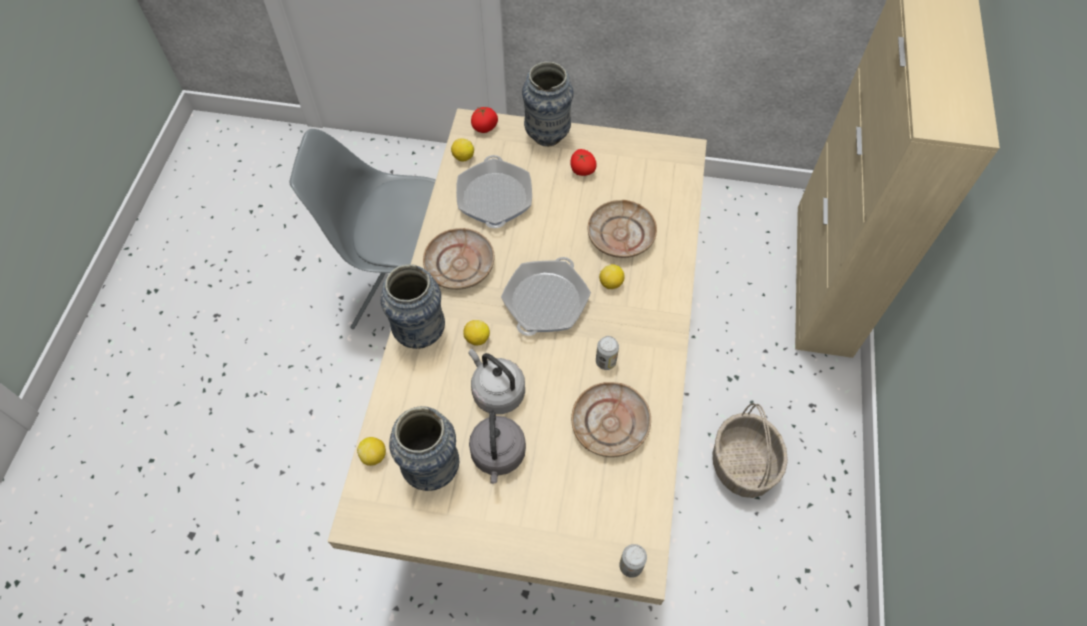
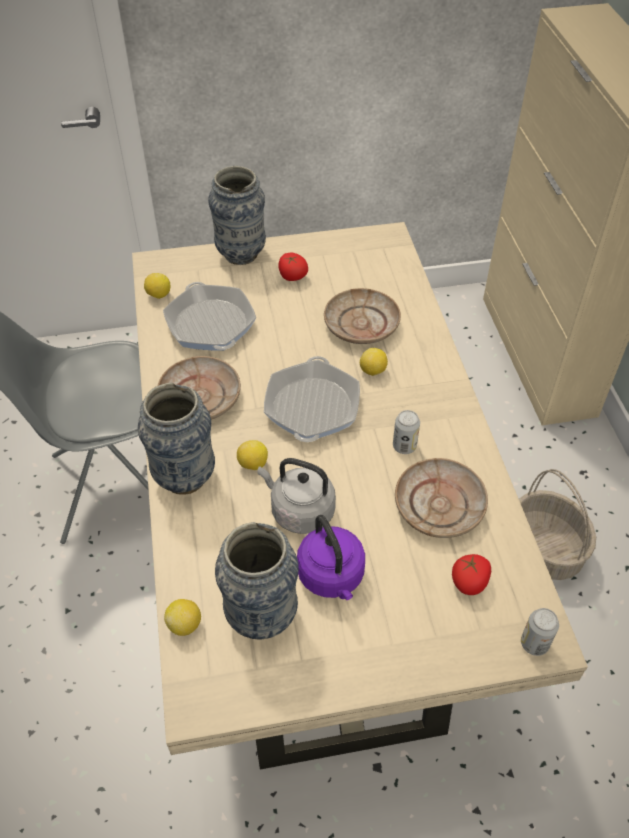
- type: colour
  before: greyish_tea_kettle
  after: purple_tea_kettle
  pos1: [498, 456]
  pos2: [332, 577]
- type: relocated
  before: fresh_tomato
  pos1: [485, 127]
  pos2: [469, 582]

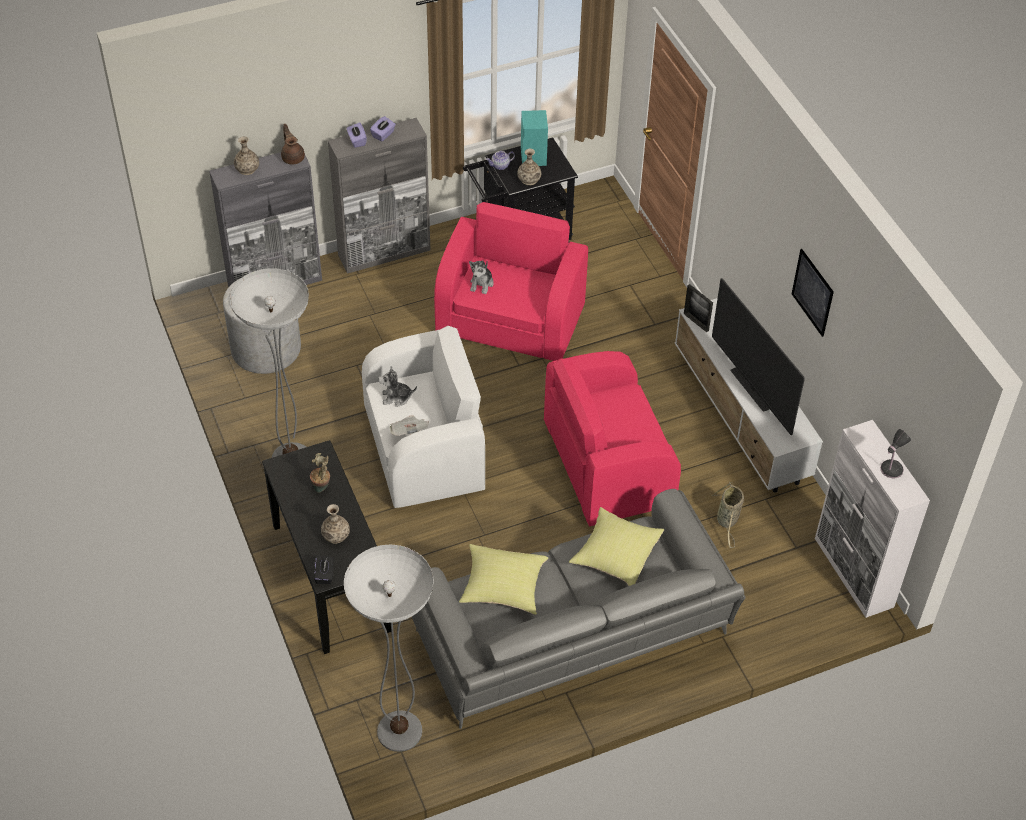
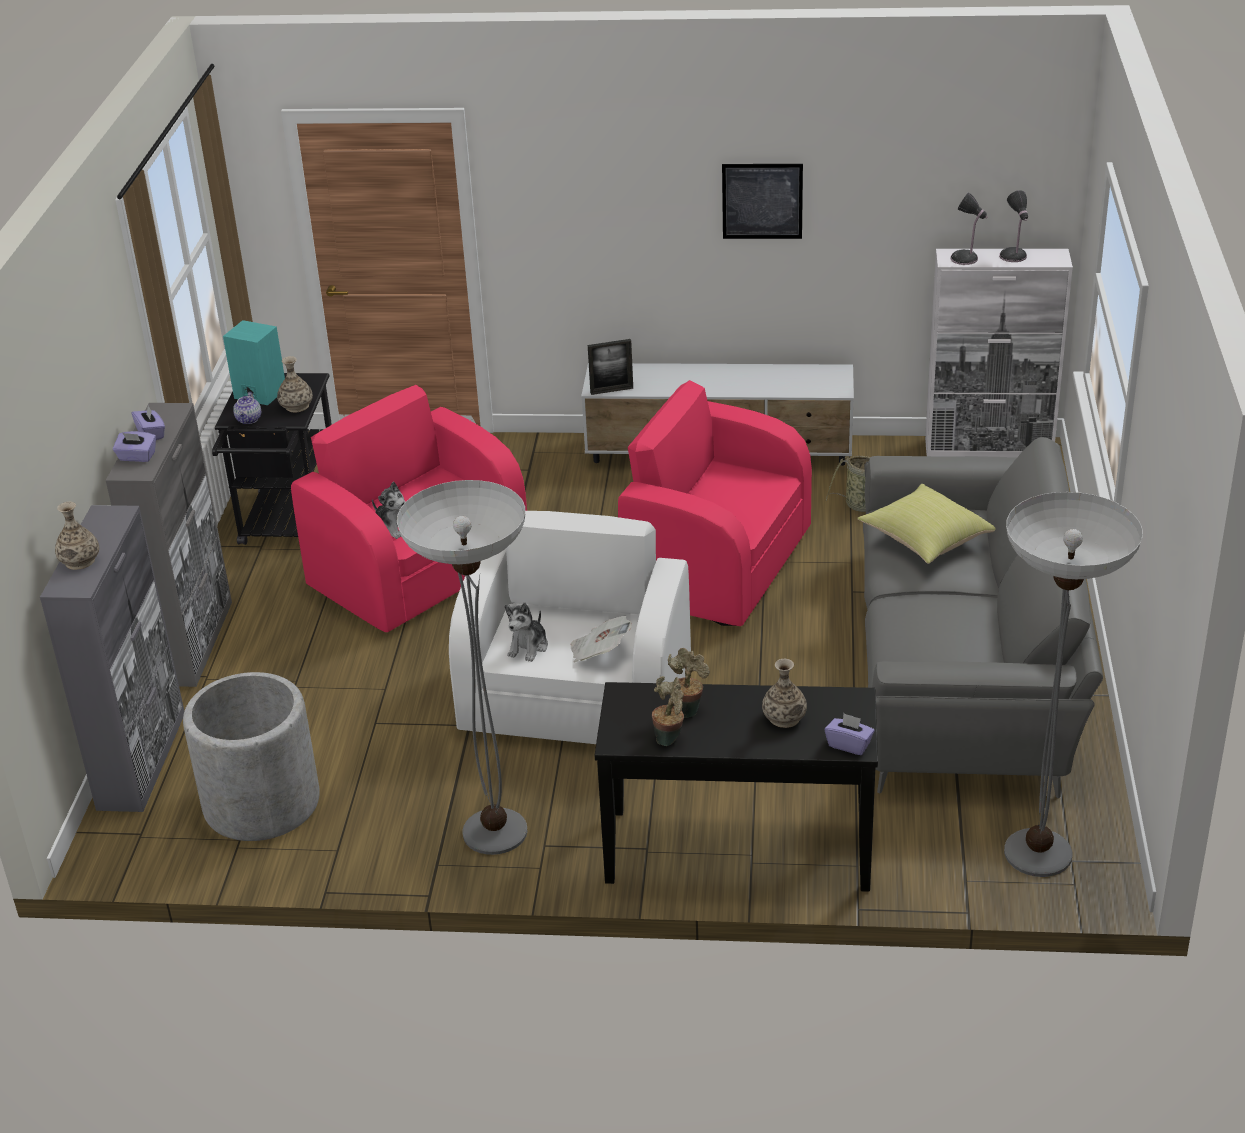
- type: spun
  before: pink_lounge_chair
  pos1: [606, 464]
  pos2: [717, 565]
  turn: 105
- type: appeared
  after: houseplant
  pos2: [670, 738]
- type: colour
  before: black-coloured_tissue_holder
  after: purple_tissue_holder
  pos1: [324, 575]
  pos2: [849, 745]
- type: appeared
  after: lamp_for_a_table
  pos2: [966, 259]
- type: missing
  before: brownish_teapot
  pos1: [293, 157]
- type: missing
  before: yellow-coloured_pillow
  pos1: [502, 588]
- type: missing
  before: TV
  pos1: [751, 389]

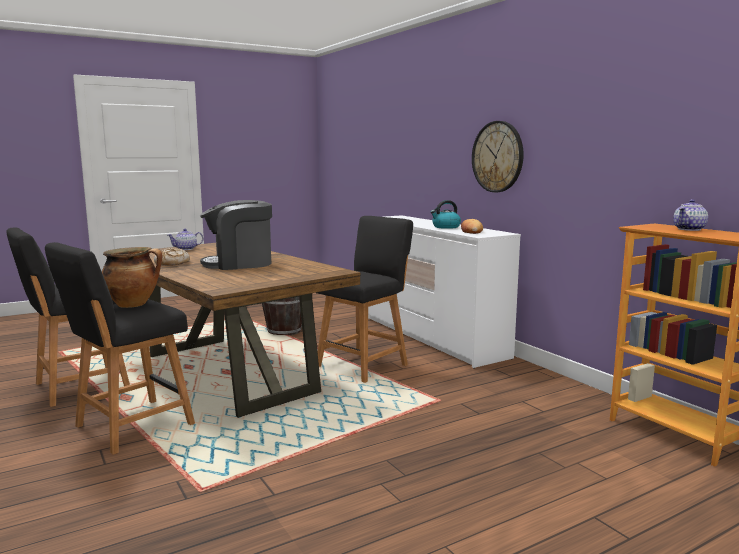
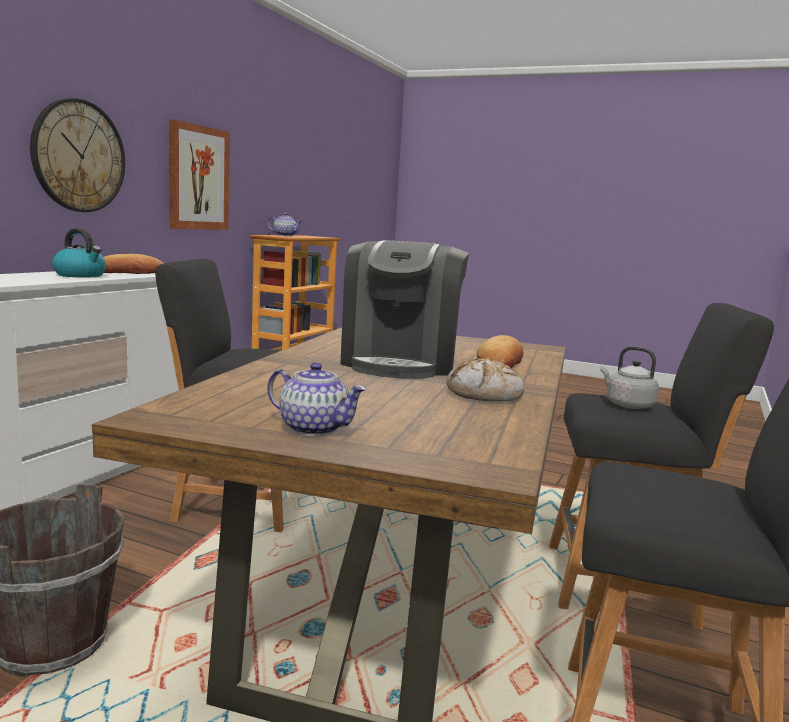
- type: appeared
  after: wall_picture
  pos2: [198, 178]
- type: spun
  before: coffee_brewer
  pos1: [239, 264]
  pos2: [400, 363]
  turn: 60
- type: appeared
  after: baked_bread
  pos2: [501, 362]
- type: exchanged
  before: stockpot
  after: greyish_tea_kettle
  pos1: [134, 304]
  pos2: [627, 405]

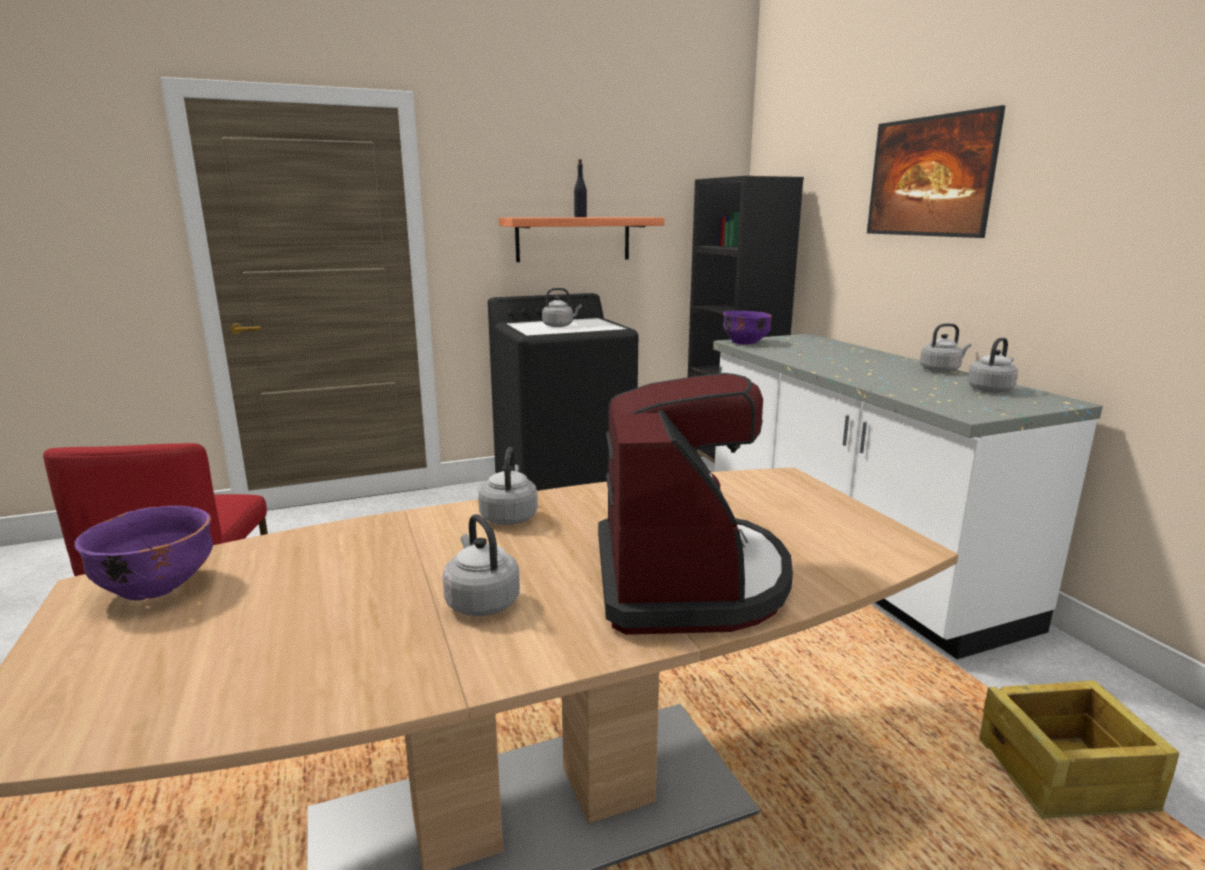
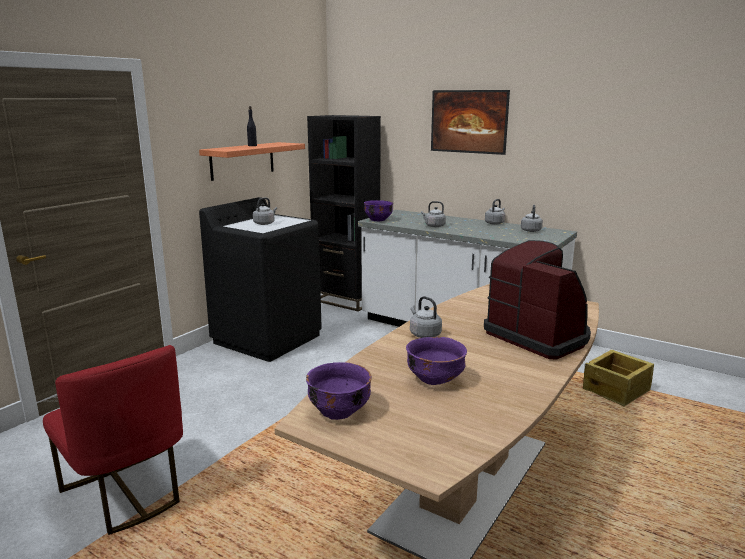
- type: appeared
  after: purple_serving_bowl
  pos2: [435, 379]
- type: relocated
  before: greyish_tea_kettle
  pos1: [481, 601]
  pos2: [434, 226]

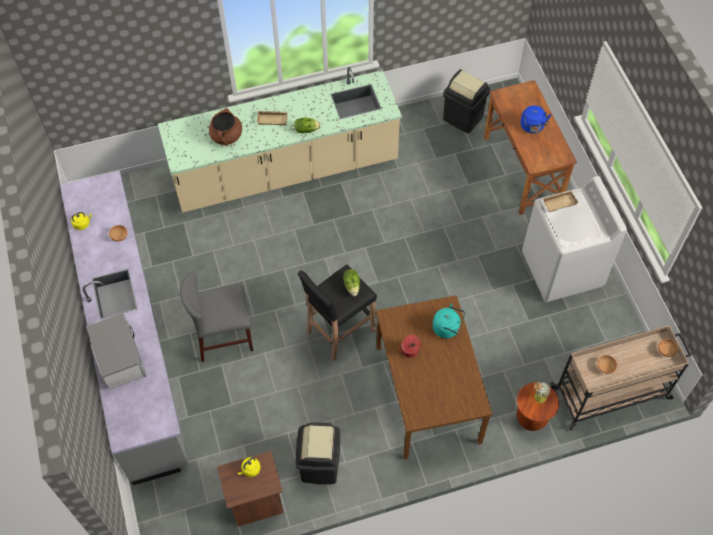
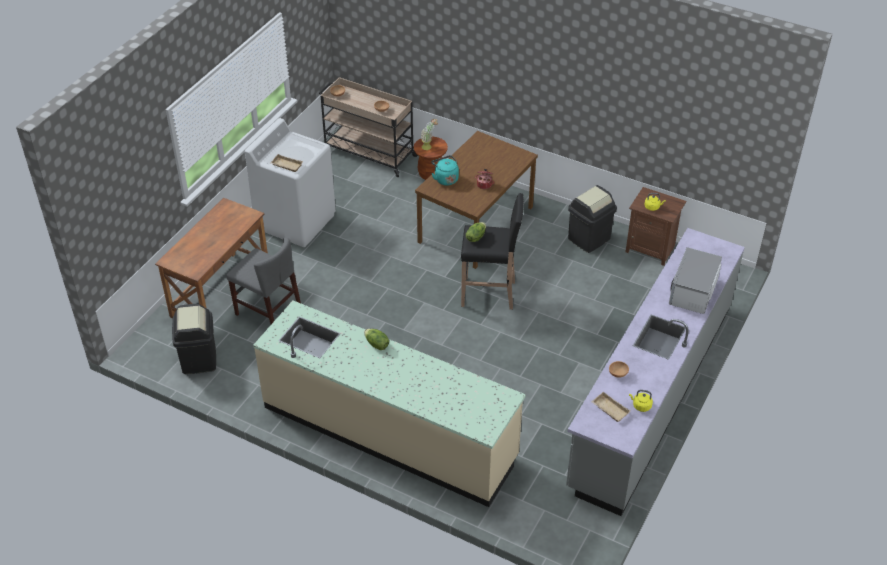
- type: relocated
  before: greyish_upright_chair
  pos1: [224, 336]
  pos2: [268, 311]
- type: relocated
  before: beige-coloured_serving_tray
  pos1: [273, 119]
  pos2: [609, 409]
- type: missing
  before: brownish_stockpot
  pos1: [227, 136]
- type: missing
  before: blue-coloured_tea_kettle
  pos1: [532, 127]

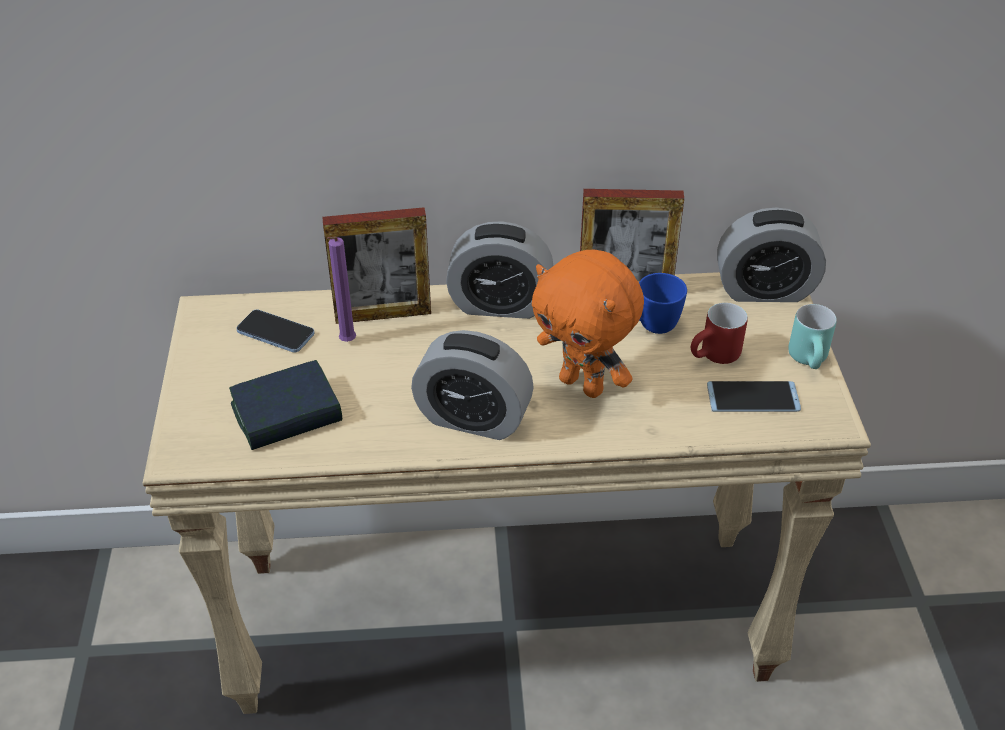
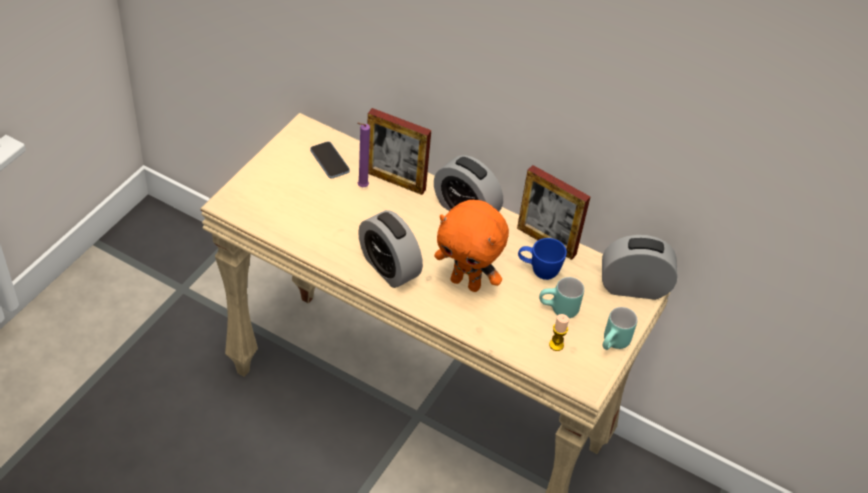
- type: spun
  before: orangey_cuddly_toy
  pos1: [583, 385]
  pos2: [466, 283]
  turn: -45
- type: colour
  before: red_mug
  after: turquoise_mug
  pos1: [715, 358]
  pos2: [558, 310]
- type: exchanged
  before: phone
  after: wax_light
  pos1: [753, 397]
  pos2: [556, 345]
- type: spun
  before: alarm_clock
  pos1: [764, 290]
  pos2: [633, 287]
  turn: 150
- type: missing
  before: volume
  pos1: [287, 414]

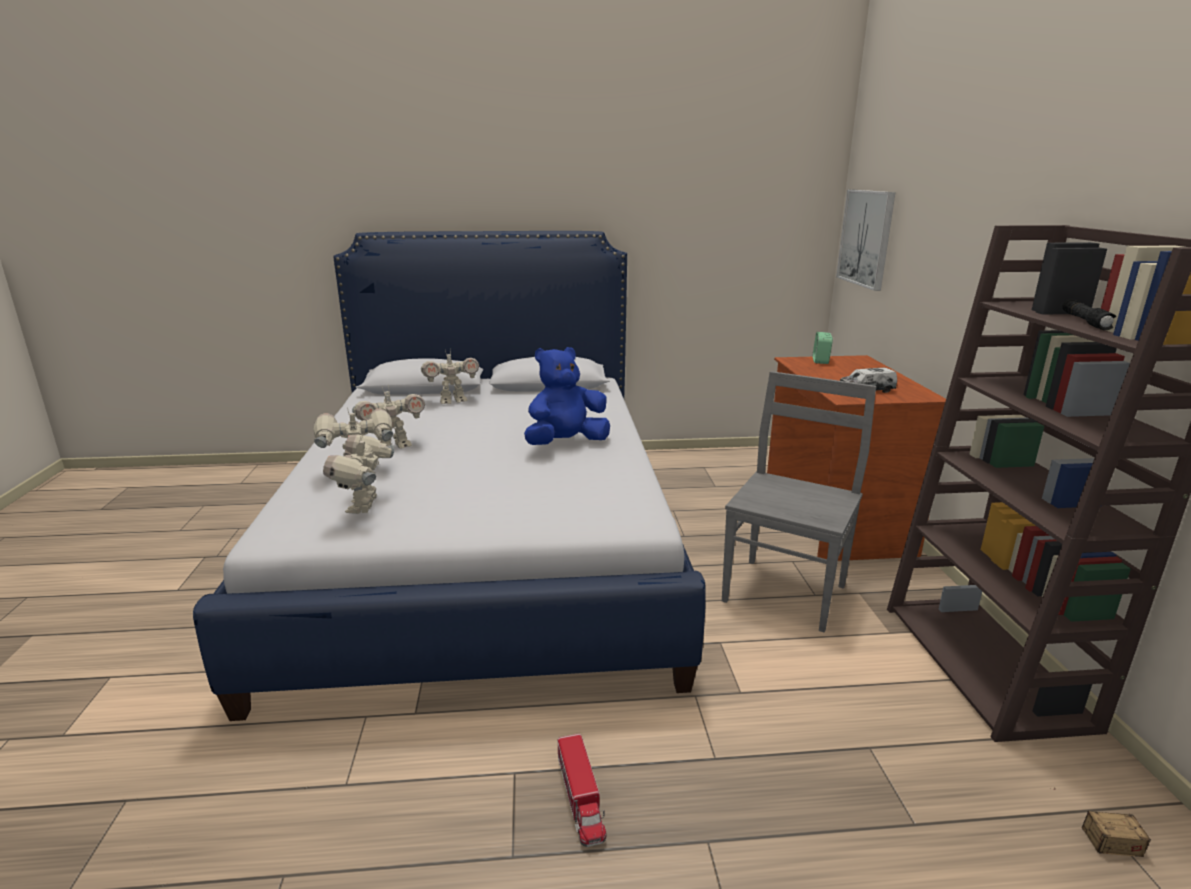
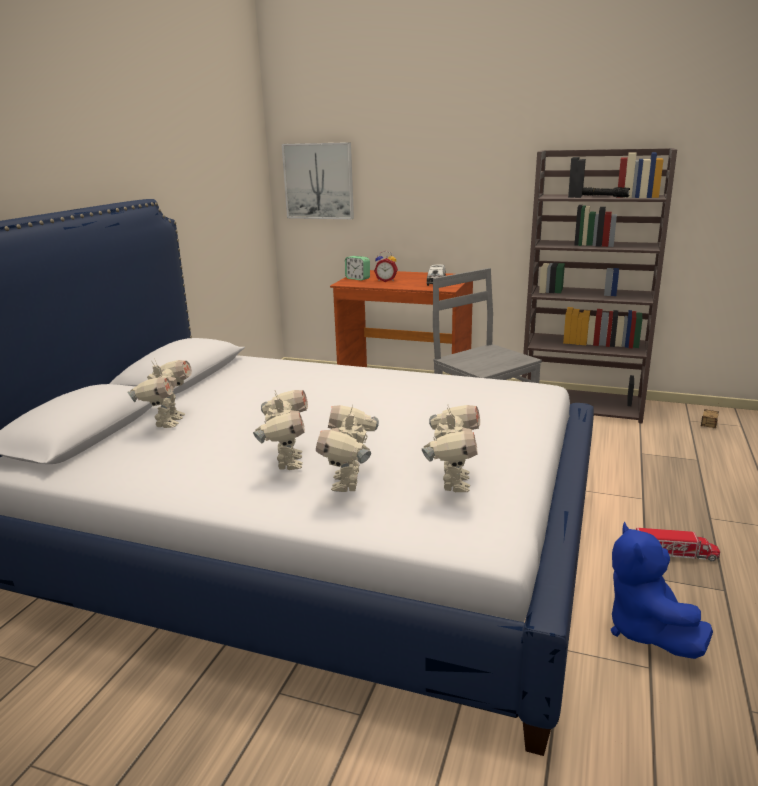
- type: appeared
  after: alarm_clock
  pos2: [386, 280]
- type: spun
  before: robot_figure
  pos1: [365, 506]
  pos2: [452, 483]
  turn: -105
- type: relocated
  before: blue-coloured_cuddly_toy
  pos1: [566, 443]
  pos2: [645, 630]

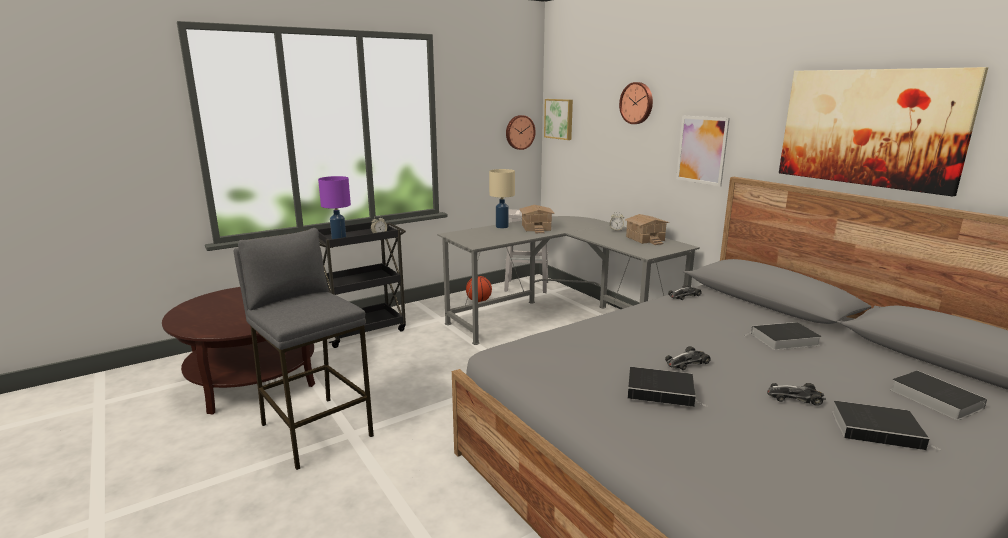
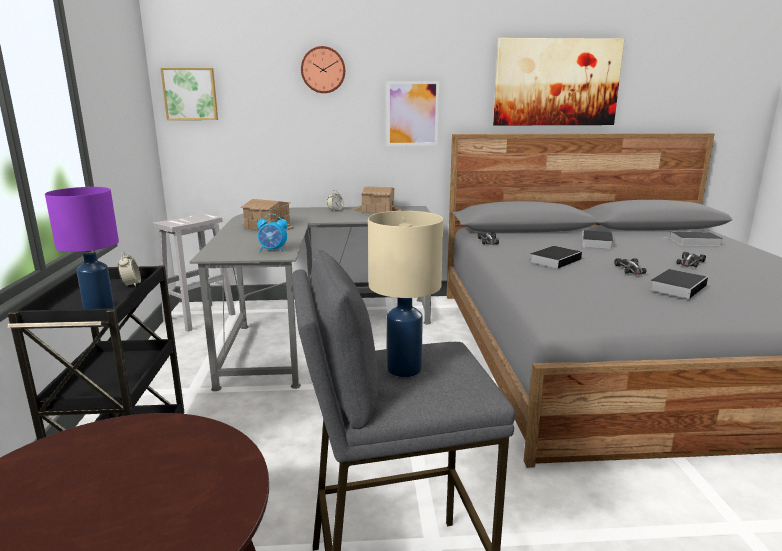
- type: appeared
  after: alarm_clock
  pos2: [273, 250]
- type: relocated
  before: beige-coloured_lamp_for_a_table
  pos1: [501, 227]
  pos2: [403, 369]
- type: relocated
  before: volume
  pos1: [878, 429]
  pos2: [555, 260]
- type: missing
  before: basketball
  pos1: [478, 301]
- type: missing
  before: wall_clock
  pos1: [519, 132]

